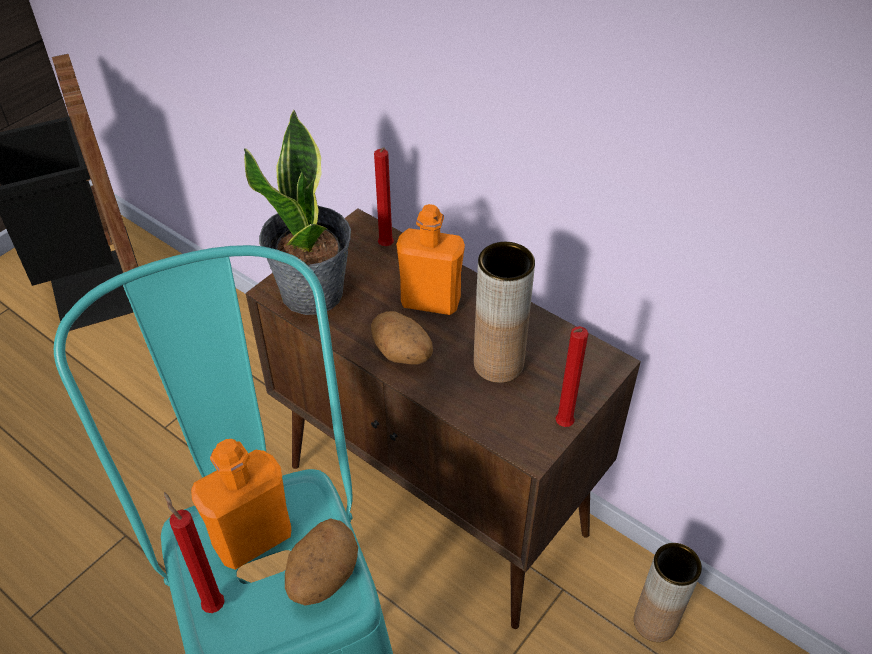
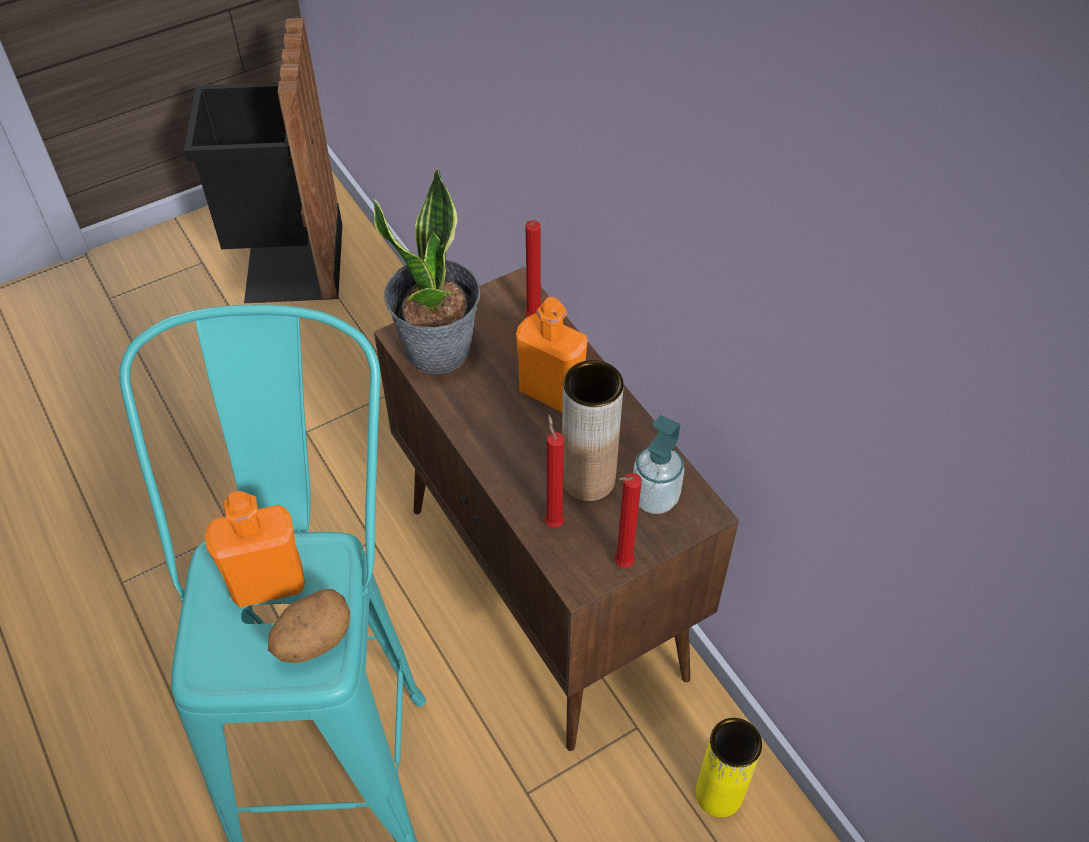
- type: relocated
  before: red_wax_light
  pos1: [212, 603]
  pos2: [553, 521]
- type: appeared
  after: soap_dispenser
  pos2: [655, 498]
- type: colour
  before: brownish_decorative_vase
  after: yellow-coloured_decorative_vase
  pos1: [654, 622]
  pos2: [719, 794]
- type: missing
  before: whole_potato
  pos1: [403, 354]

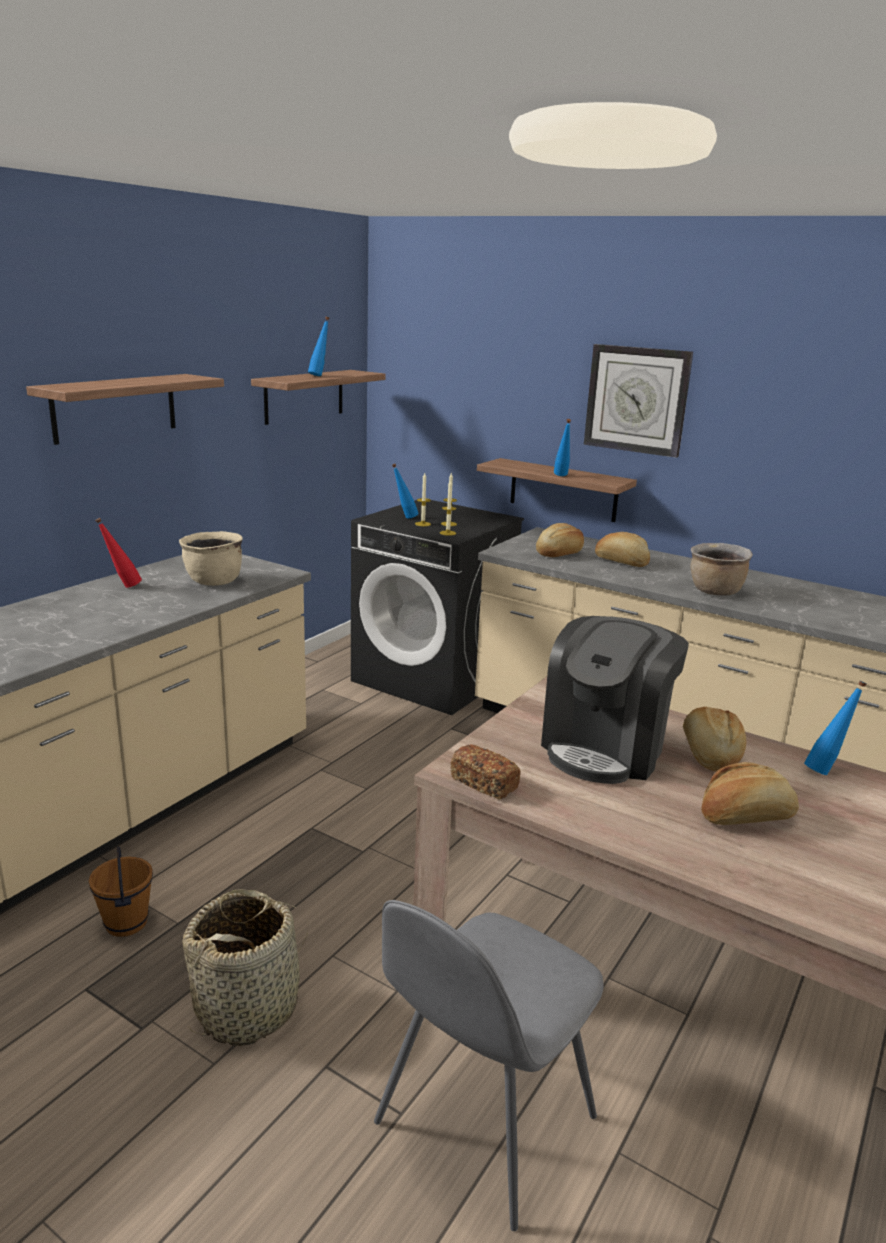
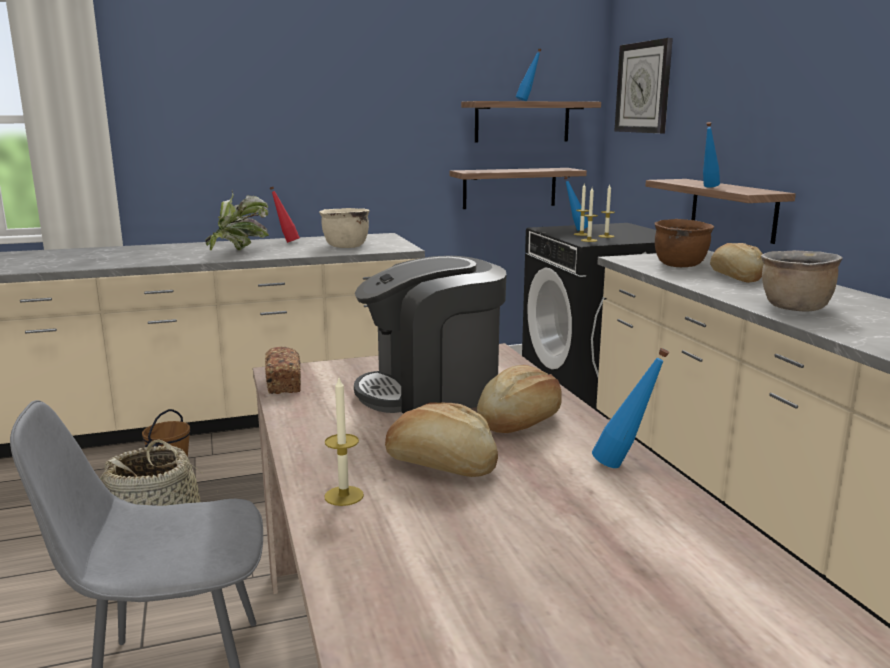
- type: appeared
  after: houseplant
  pos2: [240, 251]
- type: appeared
  after: wax_light
  pos2: [344, 496]
- type: relocated
  before: bracket_shelf
  pos1: [115, 407]
  pos2: [509, 188]
- type: relocated
  before: wall_clock
  pos1: [637, 400]
  pos2: [643, 87]
- type: exchanged
  before: baked_bread
  after: brownish_stockpot
  pos1: [560, 553]
  pos2: [680, 265]

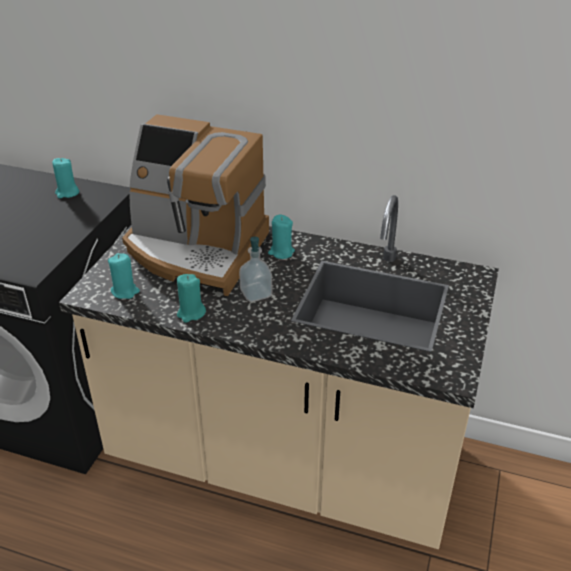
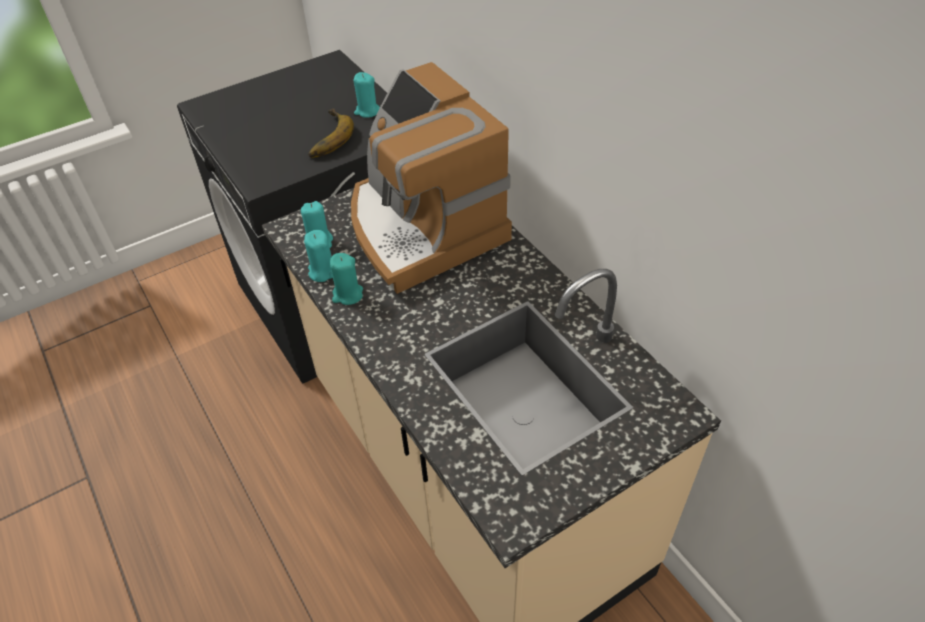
- type: relocated
  before: turquoise_wax_light
  pos1: [281, 252]
  pos2: [322, 271]
- type: appeared
  after: whole_banana
  pos2: [325, 138]
- type: missing
  before: soap_dispenser
  pos1: [256, 294]

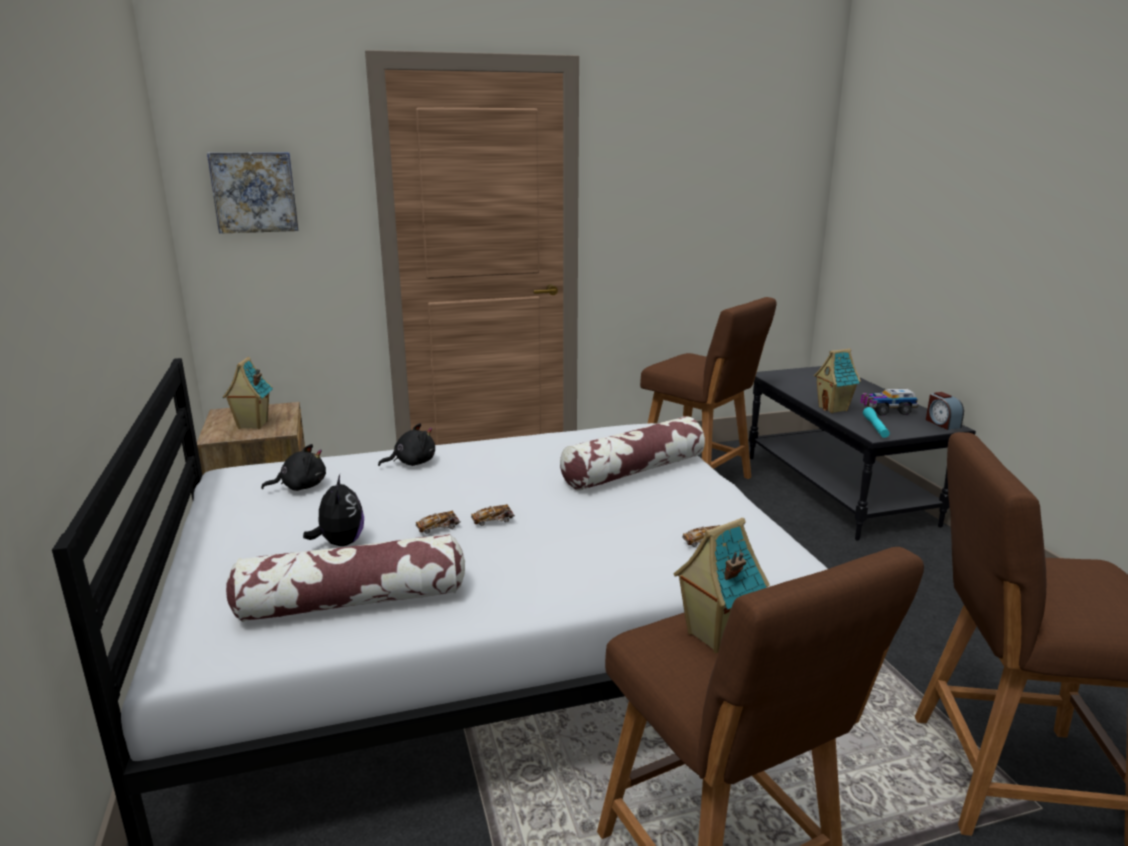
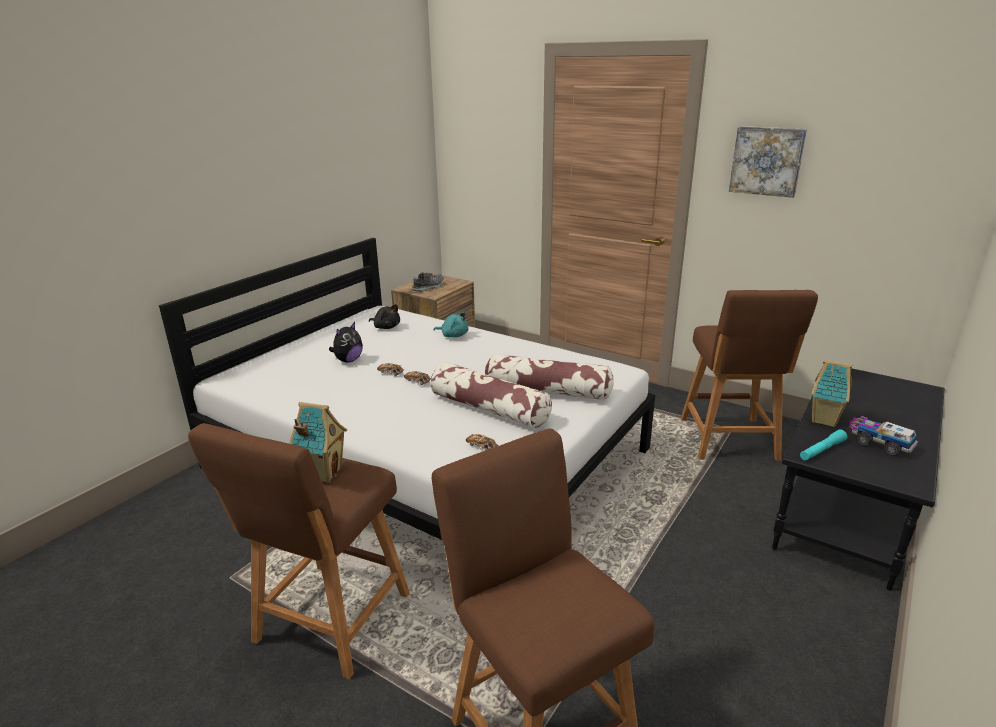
- type: exchanged
  before: miniature_house
  after: low_shoe
  pos1: [252, 425]
  pos2: [428, 287]
- type: relocated
  before: pillow
  pos1: [352, 601]
  pos2: [489, 409]
- type: colour
  before: black-coloured_cuddly_toy
  after: turquoise_cuddly_toy
  pos1: [412, 463]
  pos2: [453, 335]
- type: relocated
  before: wall_picture
  pos1: [254, 192]
  pos2: [767, 161]
- type: missing
  before: alarm_clock
  pos1: [942, 423]

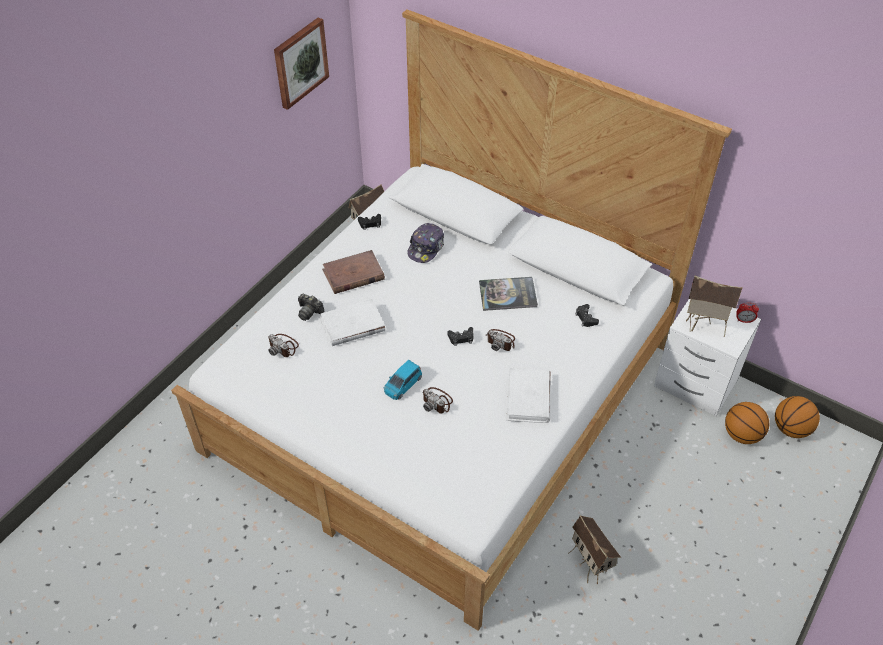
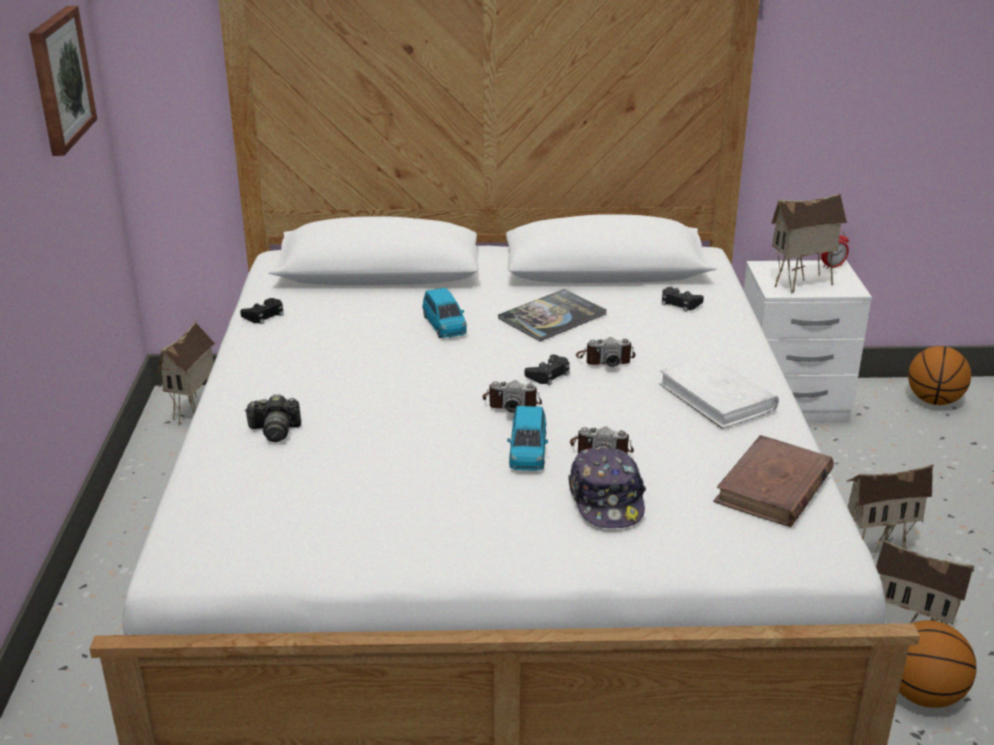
- type: appeared
  after: blue-coloured_model_car
  pos2: [444, 326]
- type: relocated
  before: photo_camera
  pos1: [283, 346]
  pos2: [512, 403]
- type: relocated
  before: baseball_cap
  pos1: [426, 248]
  pos2: [607, 500]
- type: relocated
  before: brownish_volume
  pos1: [353, 275]
  pos2: [773, 487]
- type: appeared
  after: miniature_house
  pos2: [875, 550]
- type: relocated
  before: basketball
  pos1: [742, 435]
  pos2: [923, 695]
- type: missing
  before: white-coloured_volume
  pos1: [352, 325]

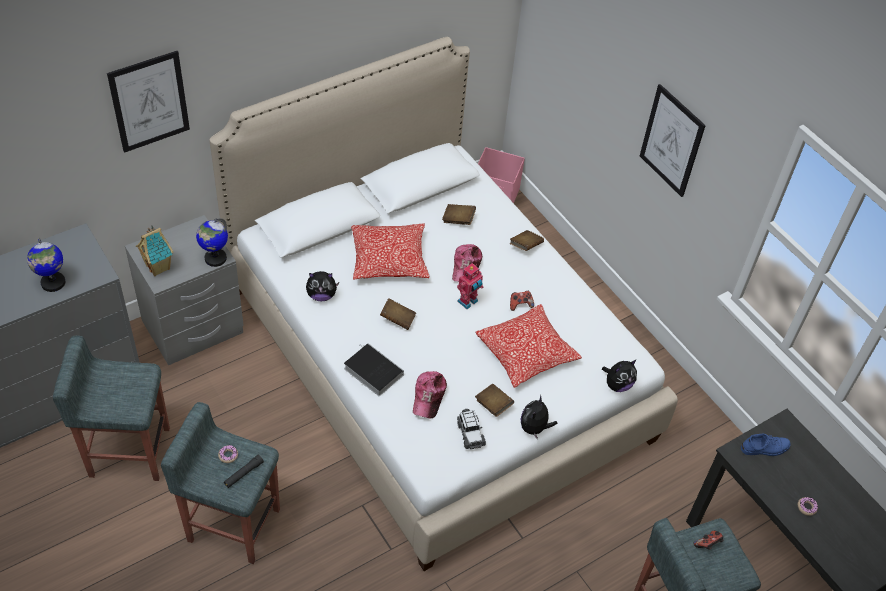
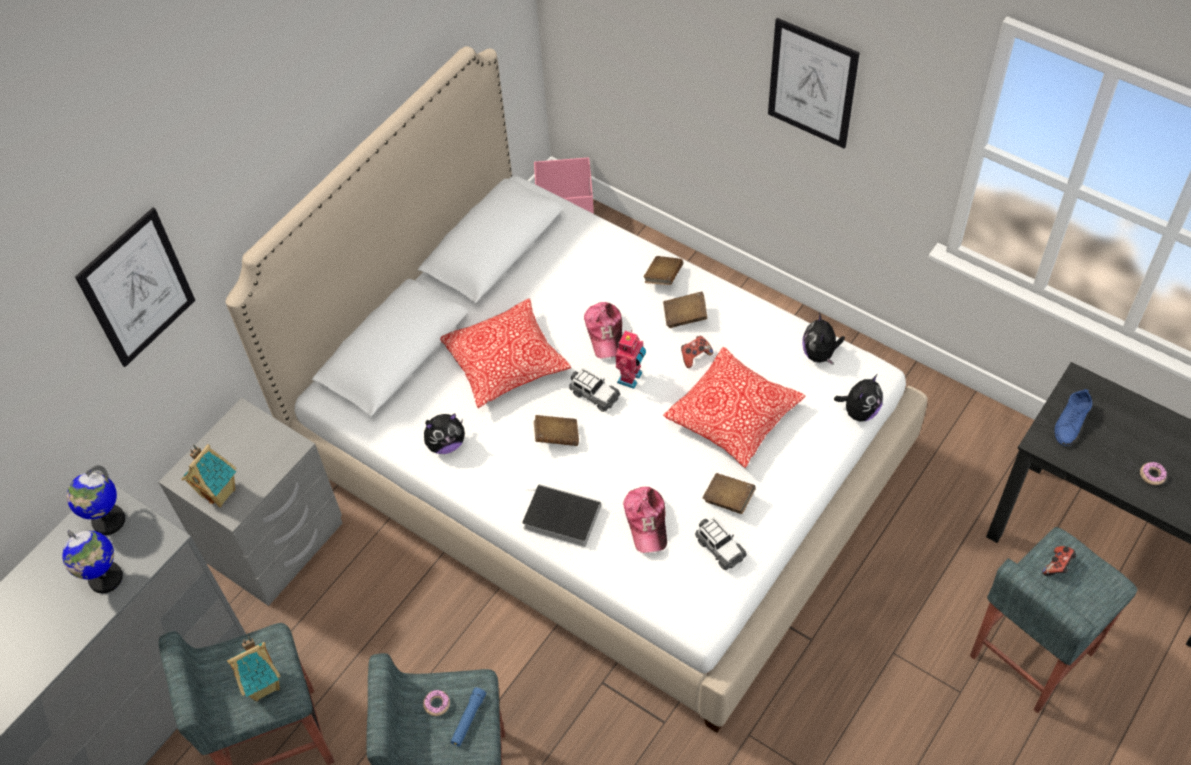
- type: relocated
  before: world_globe
  pos1: [215, 258]
  pos2: [108, 521]
- type: appeared
  after: miniature_house
  pos2: [264, 685]
- type: colour
  before: black-coloured_hand_torch
  after: blue-coloured_hand_torch
  pos1: [243, 474]
  pos2: [468, 719]
- type: appeared
  after: model_car
  pos2: [594, 395]
- type: relocated
  before: brownish_volume
  pos1: [458, 220]
  pos2: [685, 316]
- type: relocated
  before: cuddly_toy
  pos1: [534, 428]
  pos2: [820, 354]
- type: spun
  before: blue-coloured_low_shoe
  pos1: [765, 448]
  pos2: [1071, 422]
  turn: 150

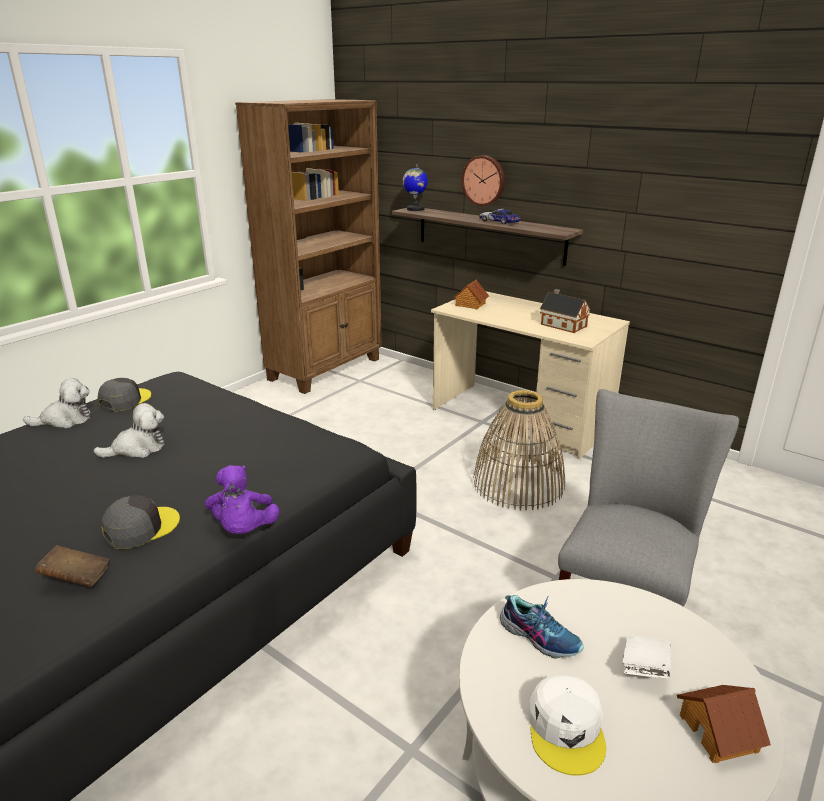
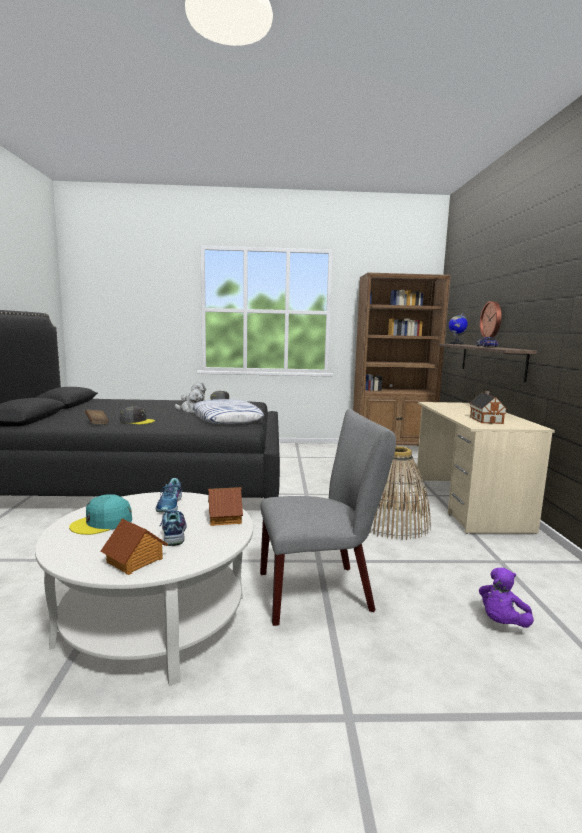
- type: colour
  before: white-coloured_baseball_cap
  after: turquoise_baseball_cap
  pos1: [566, 729]
  pos2: [102, 523]
- type: exchanged
  before: white-coloured_volume
  after: low_shoe
  pos1: [644, 668]
  pos2: [172, 532]
- type: appeared
  after: pillow
  pos2: [226, 418]
- type: relocated
  before: miniature_house
  pos1: [470, 304]
  pos2: [224, 518]
- type: relocated
  before: purple_cuddly_toy
  pos1: [244, 530]
  pos2: [501, 623]

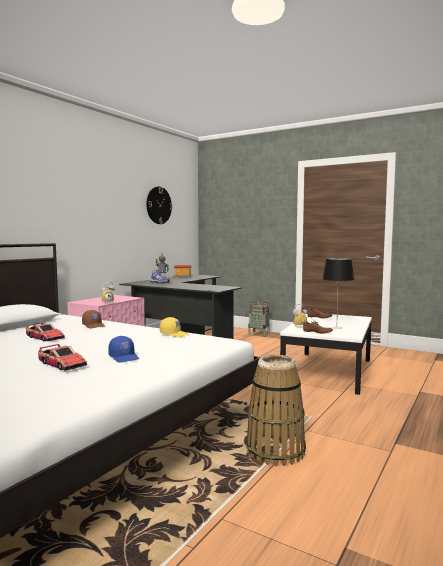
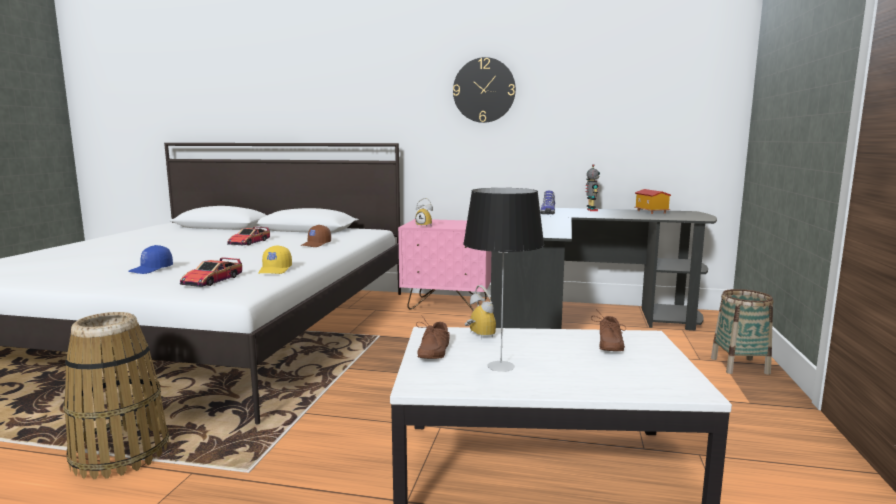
- type: relocated
  before: model_car
  pos1: [62, 364]
  pos2: [212, 280]
- type: relocated
  before: wall_clock
  pos1: [158, 205]
  pos2: [484, 90]

